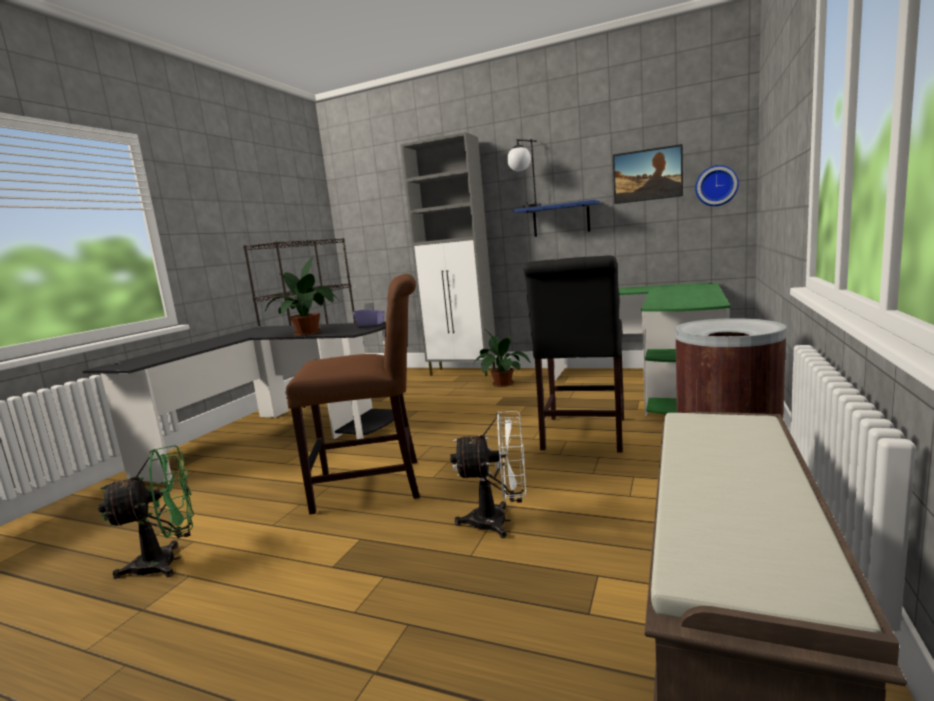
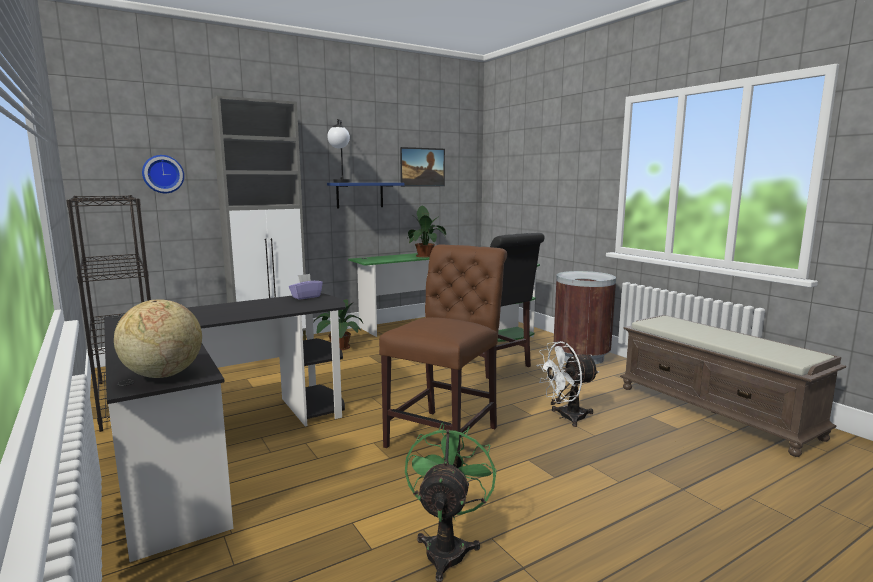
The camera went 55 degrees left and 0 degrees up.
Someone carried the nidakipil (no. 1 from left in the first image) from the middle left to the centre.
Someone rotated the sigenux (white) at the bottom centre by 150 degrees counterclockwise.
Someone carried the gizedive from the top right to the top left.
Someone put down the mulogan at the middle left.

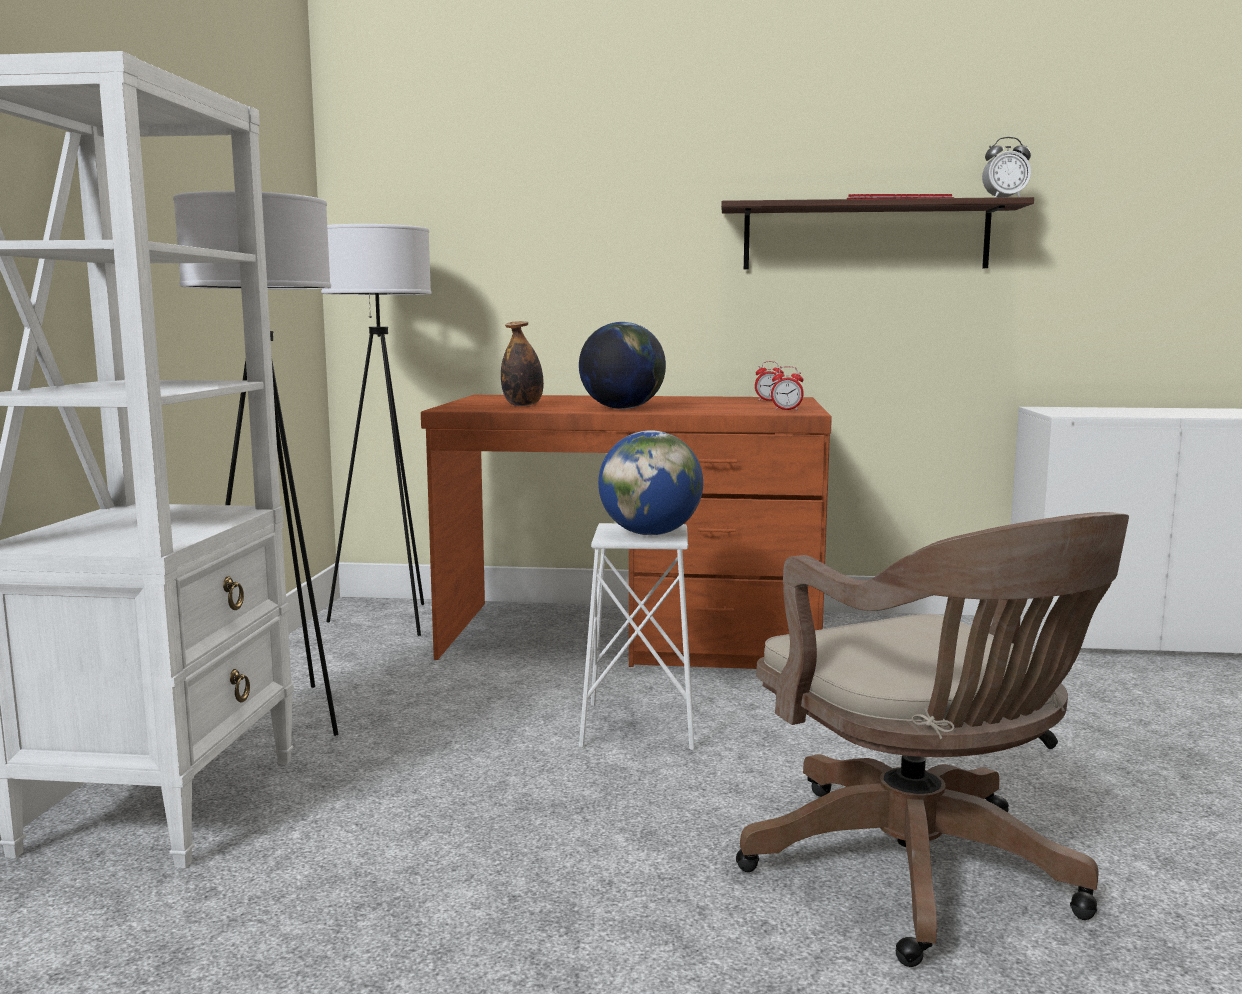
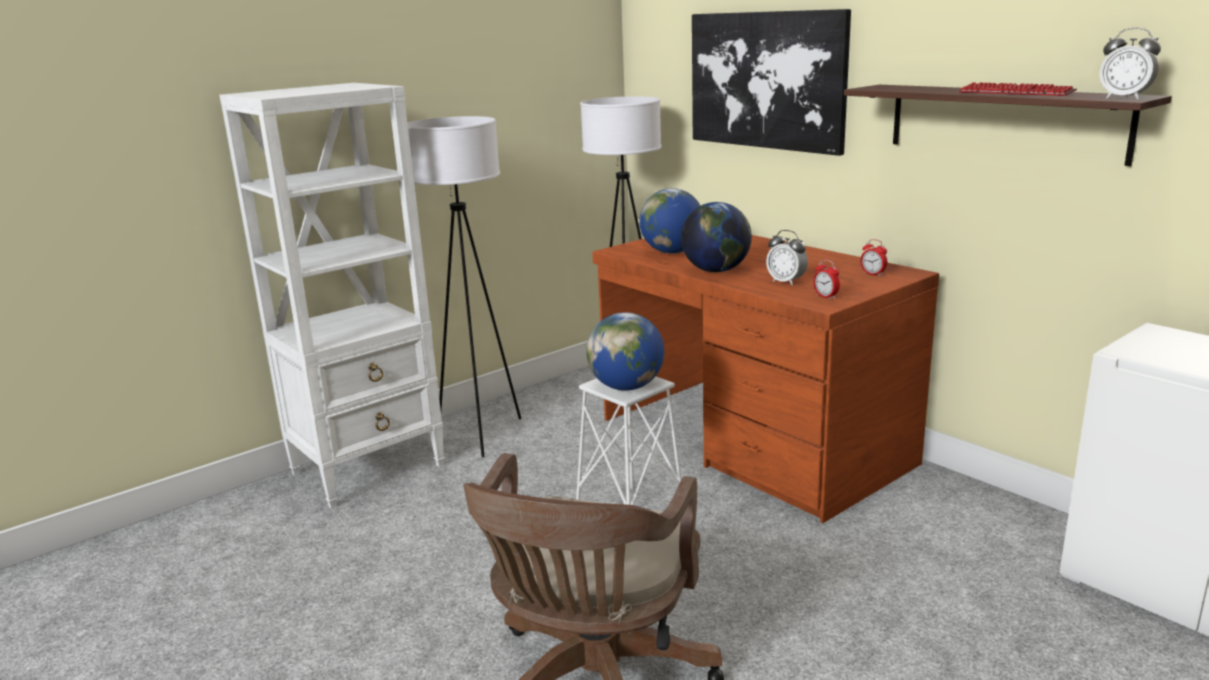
The camera went 45 degrees right and 10 degrees up.
Someone swapped the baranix at the centre for the mulogan (no. 2 from left) at the top centre.
Someone put up the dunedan at the top centre.
Someone put down the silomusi (no. 1 from left) at the centre.

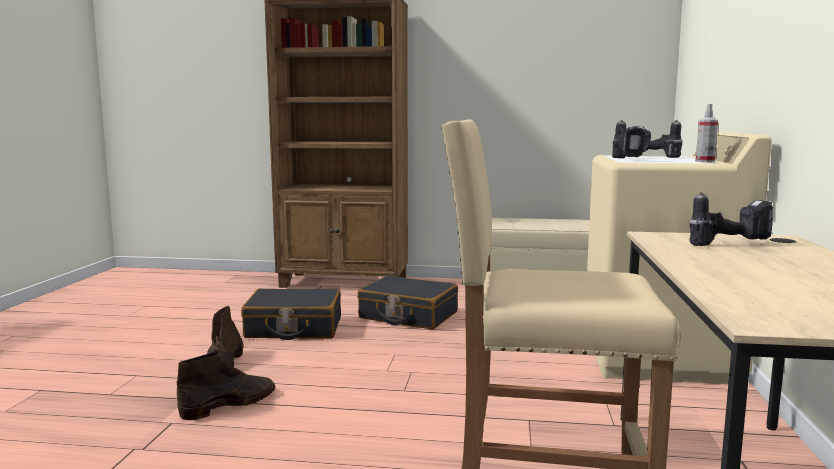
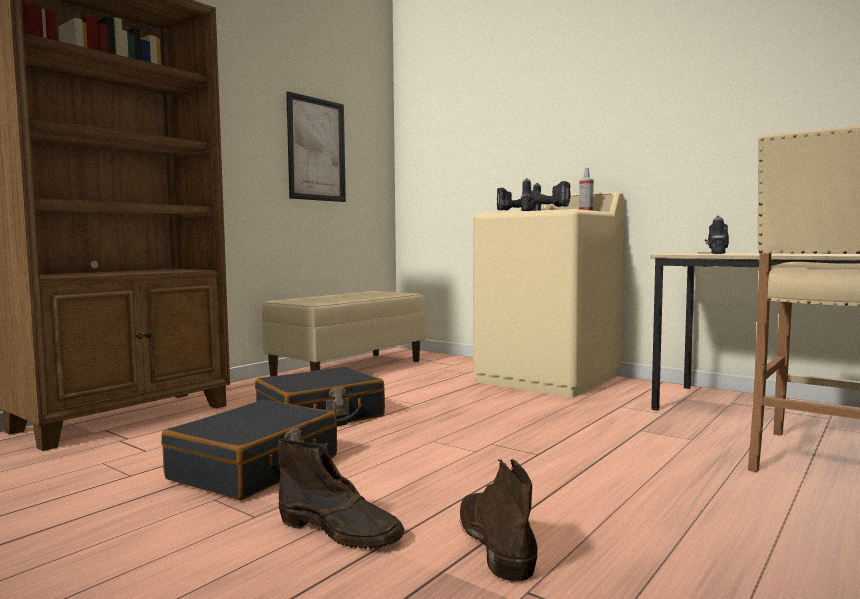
The camera went 60 degrees left and 5 degrees down.
Someone put up the dunedan at the top centre.

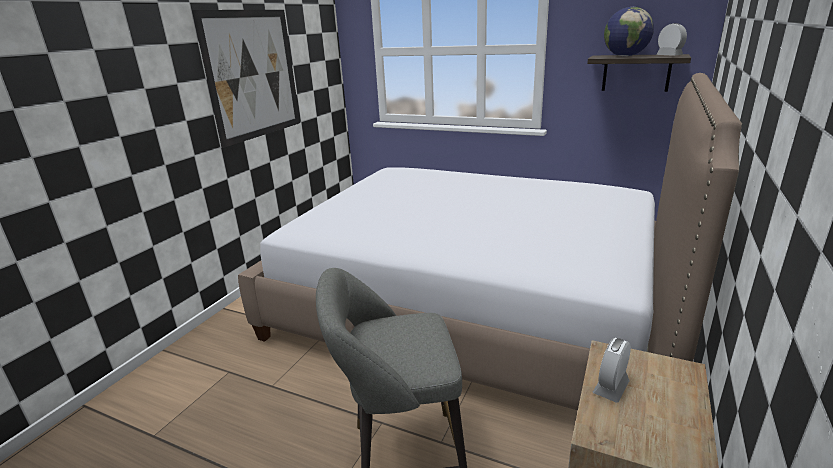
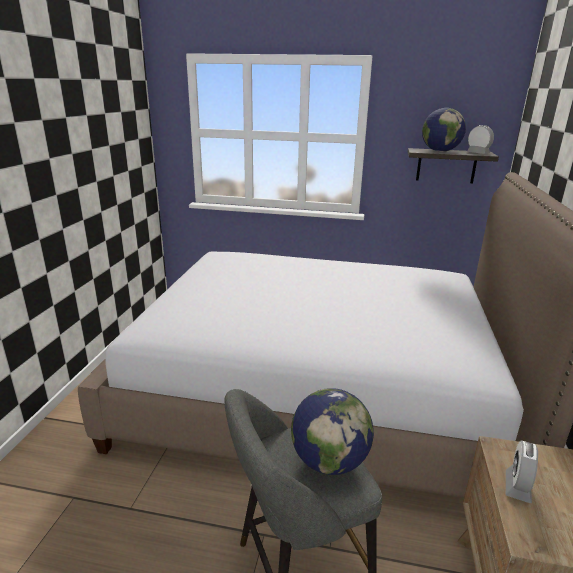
The camera went 15 degrees left and 0 degrees up.
Someone took away the dunedan at the top left.
Someone put down the mulogan (no. 1 from left) at the bottom centre.

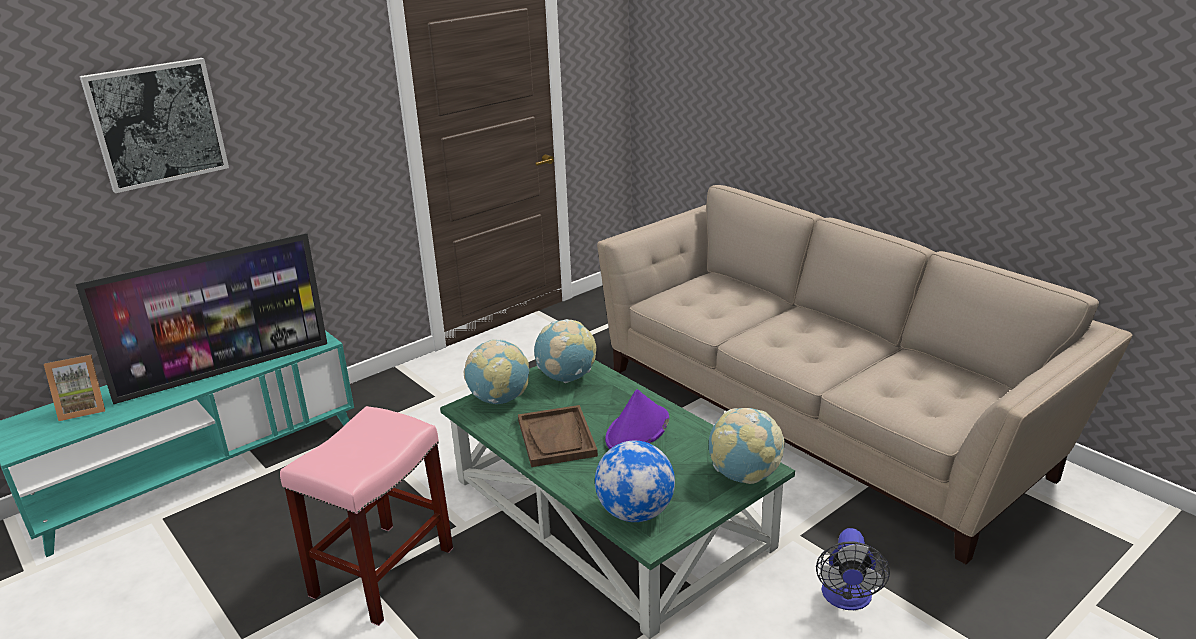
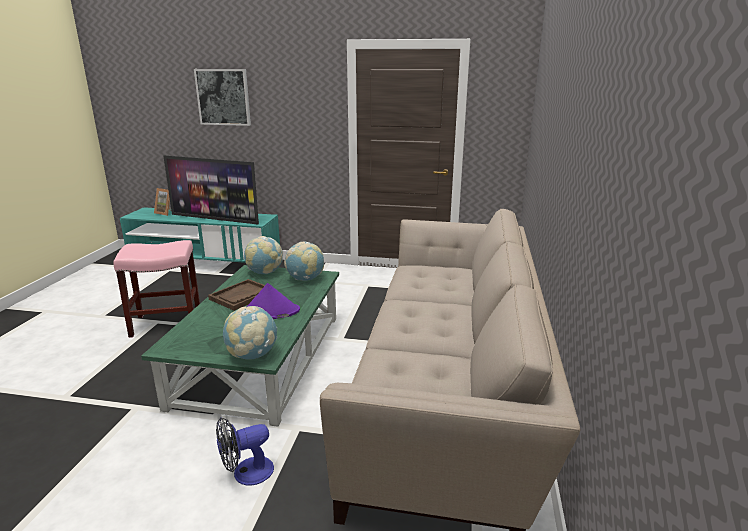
The camera went 50 degrees right and 5 degrees down.
Someone took away the mulogan (no. 3 from left) at the bottom centre.

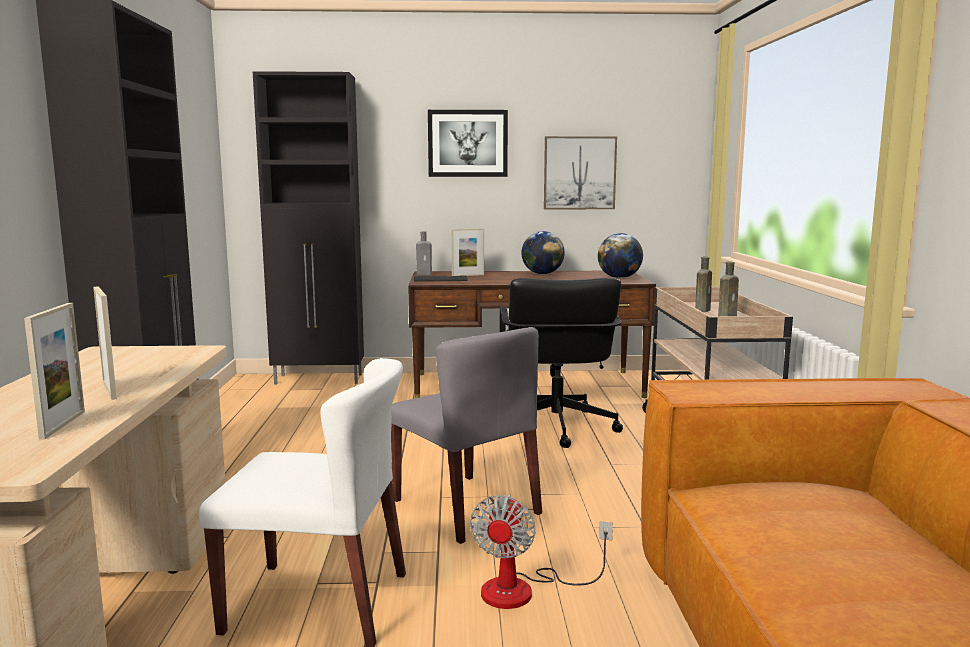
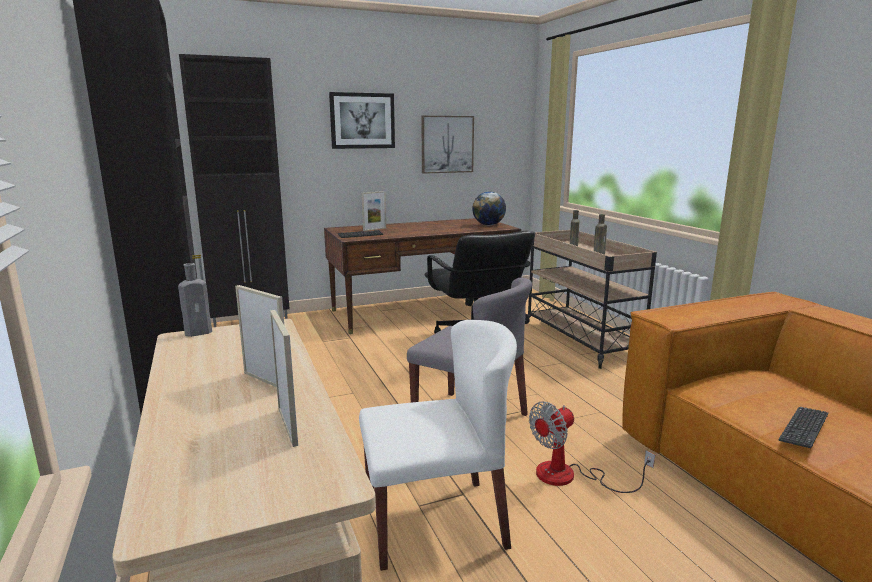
The camera went 20 degrees left and 5 degrees up.
Someone carried the baranix (grey) from the centre to the middle left.
Someone rotated the sigenux at the bottom centre by 60 degrees clockwise.
Someone took away the mulogan (no. 1 from left) at the centre.
Someone put down the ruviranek (no. 2 from left) at the bottom right.

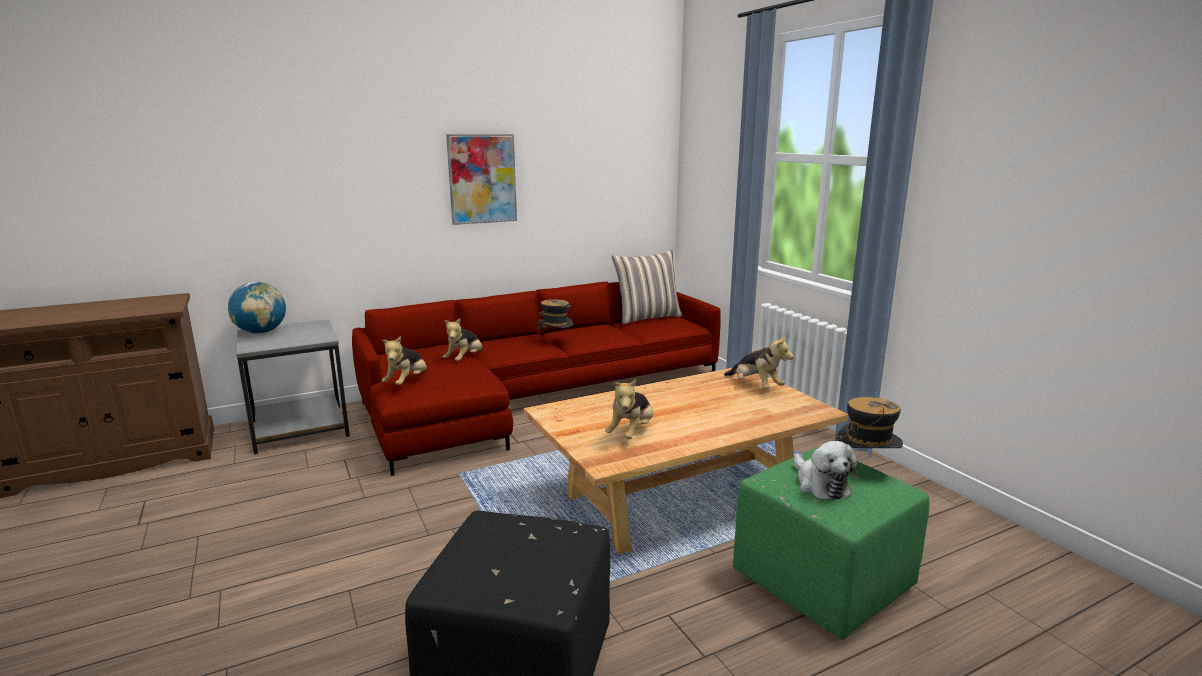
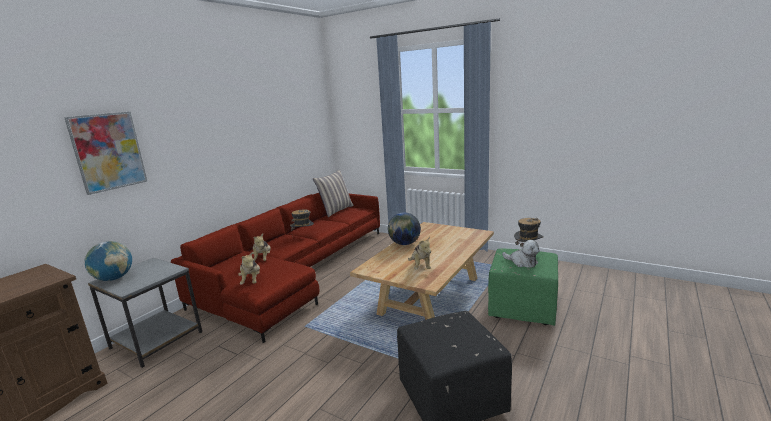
The camera went 30 degrees left and 0 degrees up.
Someone carried the dunedan from the top centre to the middle left.
Someone took away the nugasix (no. 4 from left) at the centre.
Someone put down the mulogan (no. 2 from left) at the centre.

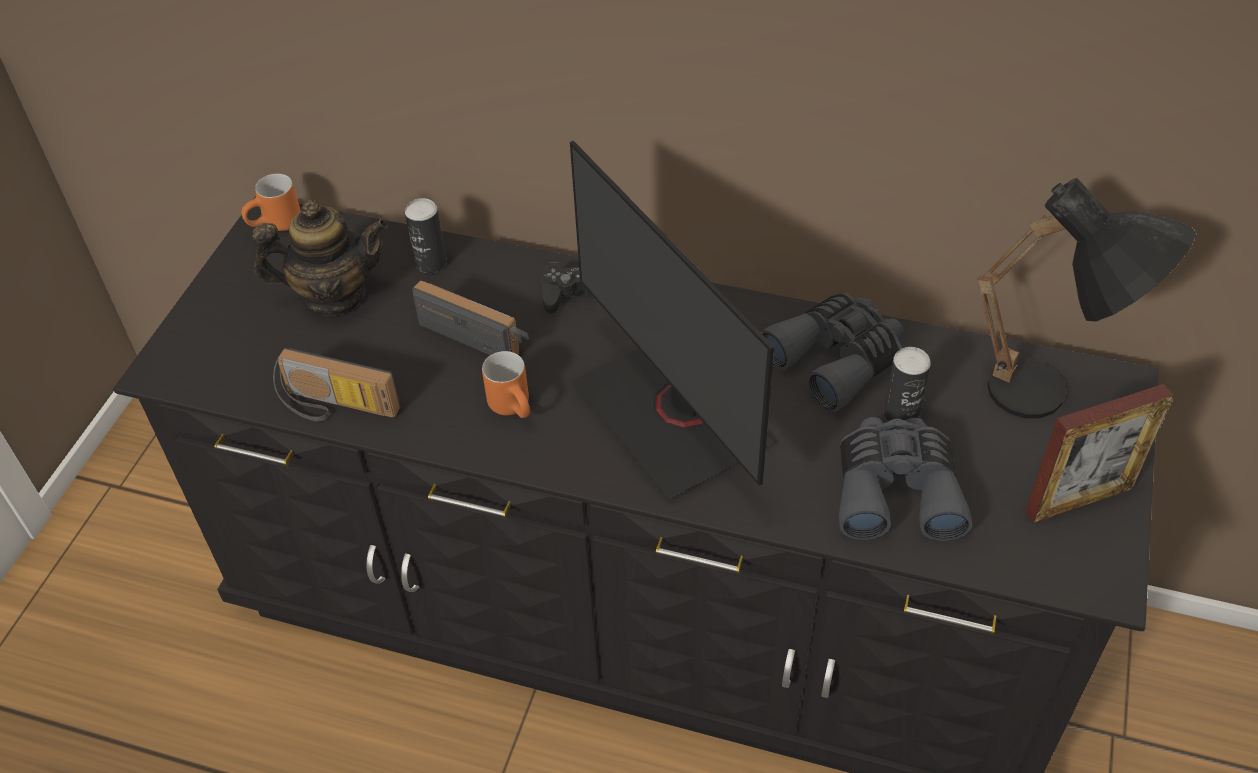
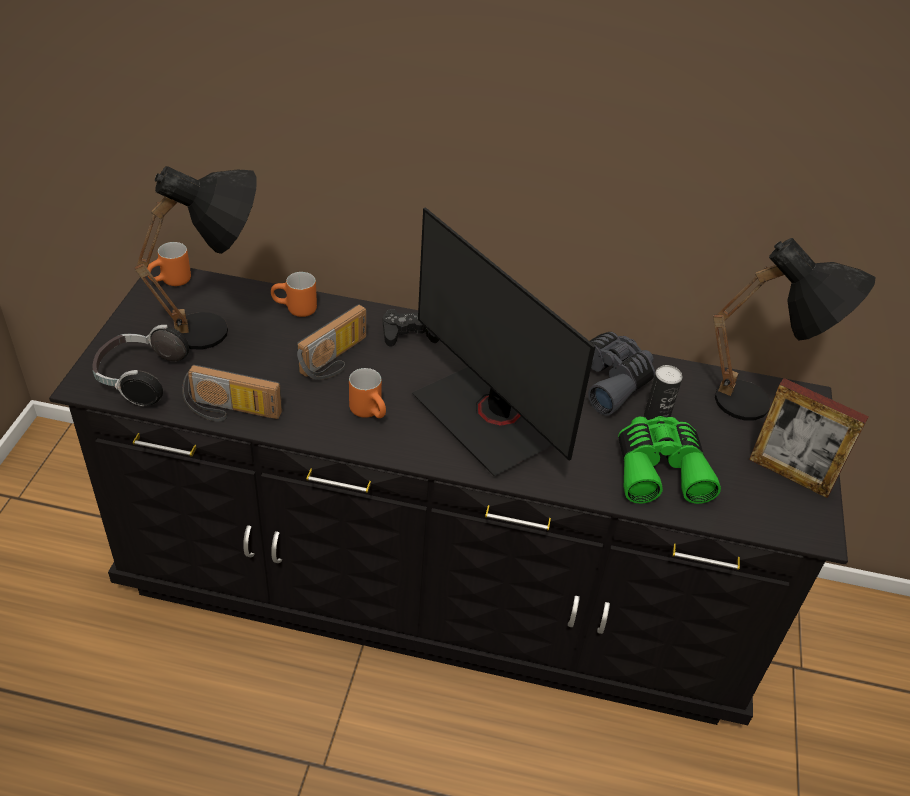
The camera went 10 degrees left and 5 degrees down.
Someone swapped the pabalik at the middle left for the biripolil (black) (no. 1 from left) at the top left.
Someone swapped the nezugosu (no. 1 from left) at the top centre for the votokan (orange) (no. 2 from left) at the middle left.
Someone rotated the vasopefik (no. 2 from left) at the centre by 105 degrees clockwise.
Someone repainted the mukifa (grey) (no. 2 from left) at the middle right, which became the mukifa (green) at the middle right.
Someone rotated the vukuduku at the middle right by 60 degrees clockwise.
Someone put down the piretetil at the middle left.

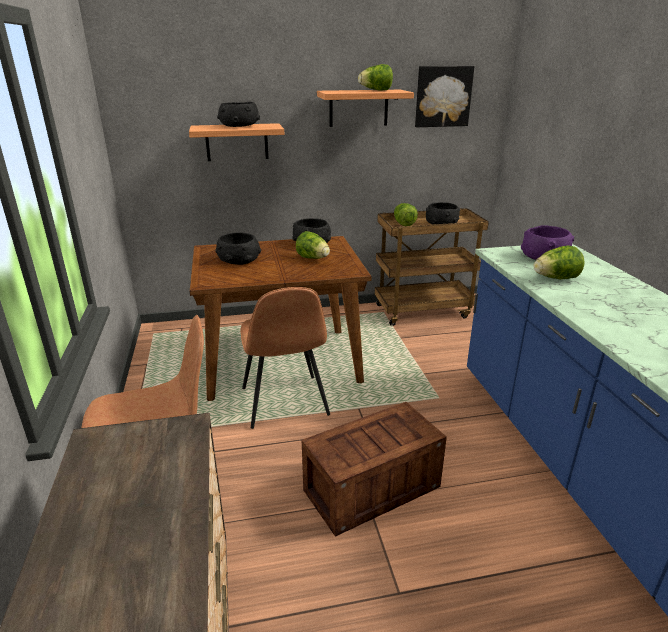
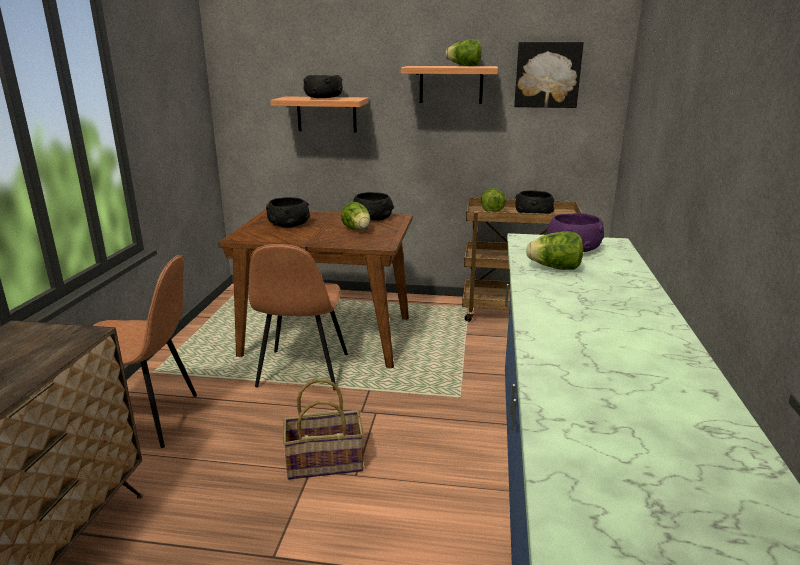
The camera went 20 degrees right and 5 degrees down.
Someone swapped the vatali at the bottom centre for the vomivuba at the bottom centre.

